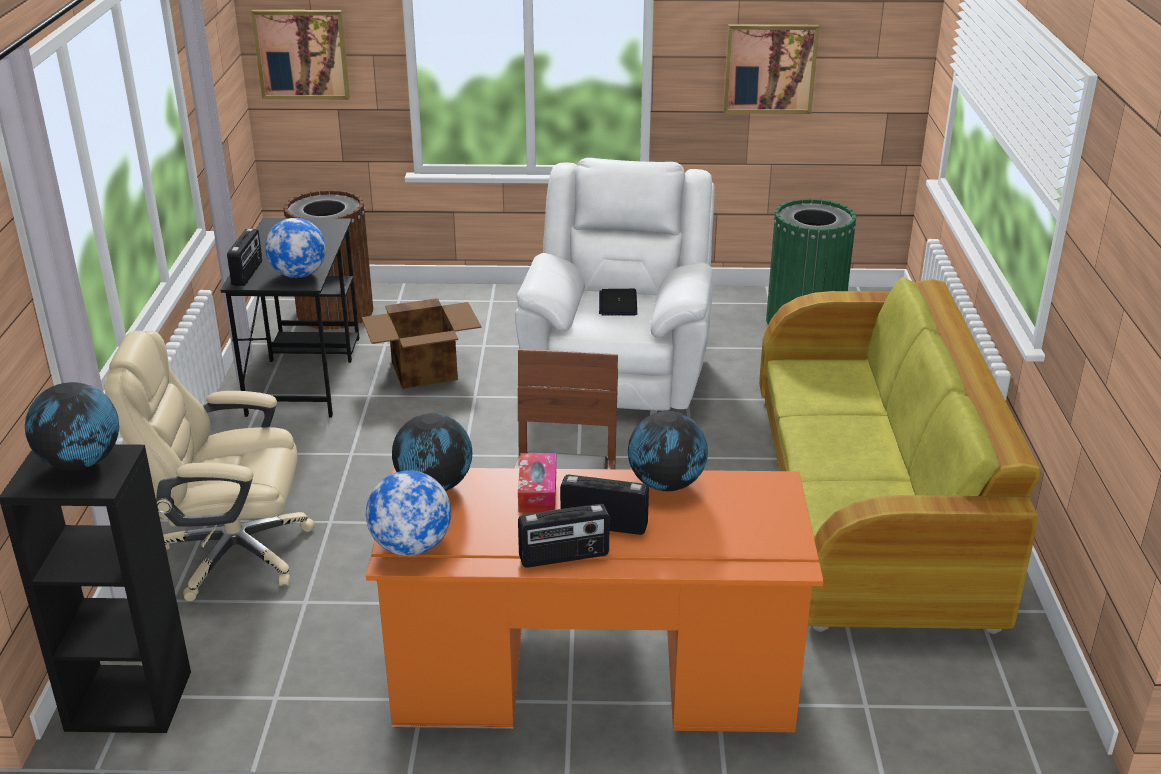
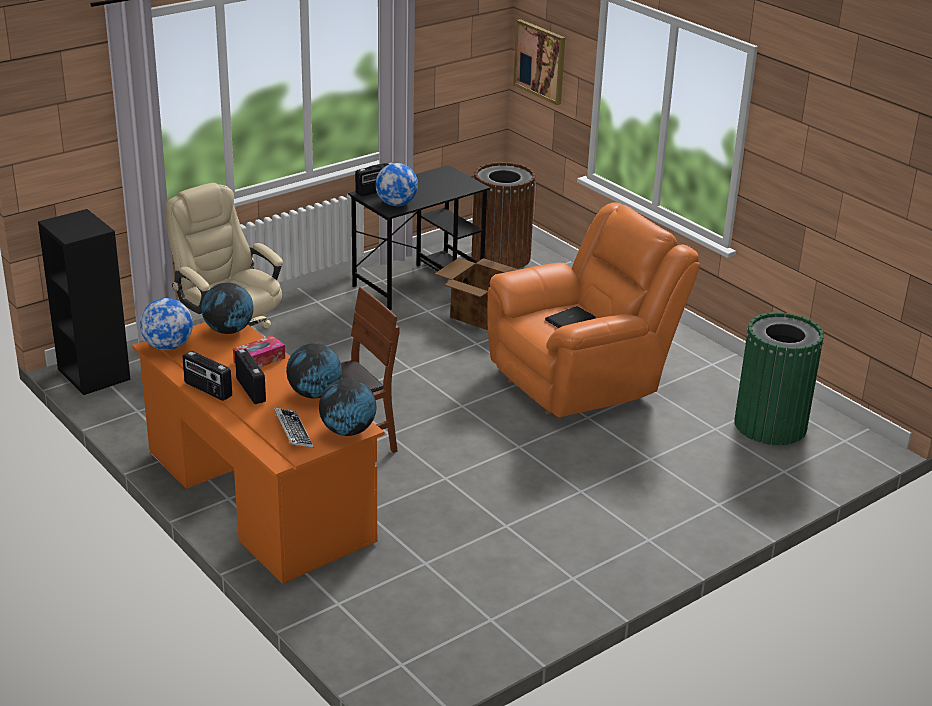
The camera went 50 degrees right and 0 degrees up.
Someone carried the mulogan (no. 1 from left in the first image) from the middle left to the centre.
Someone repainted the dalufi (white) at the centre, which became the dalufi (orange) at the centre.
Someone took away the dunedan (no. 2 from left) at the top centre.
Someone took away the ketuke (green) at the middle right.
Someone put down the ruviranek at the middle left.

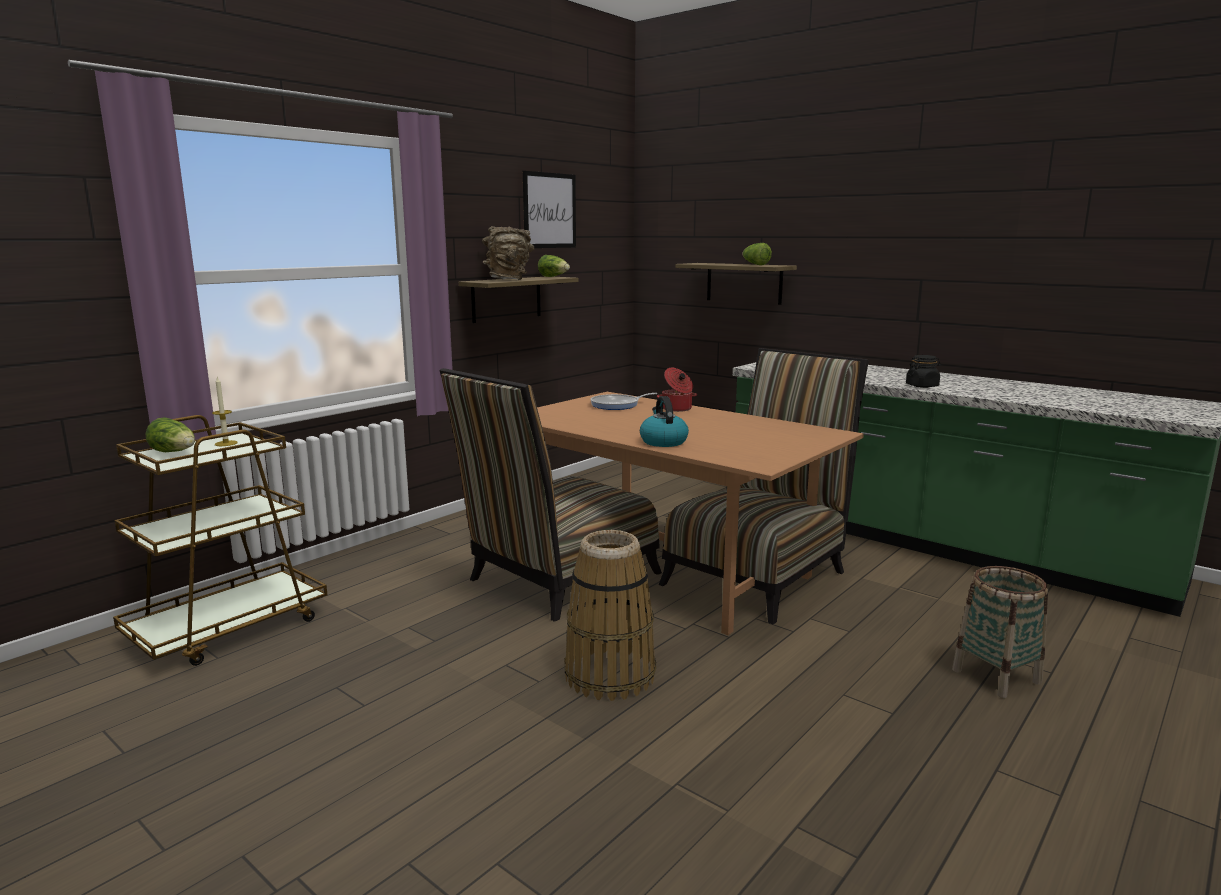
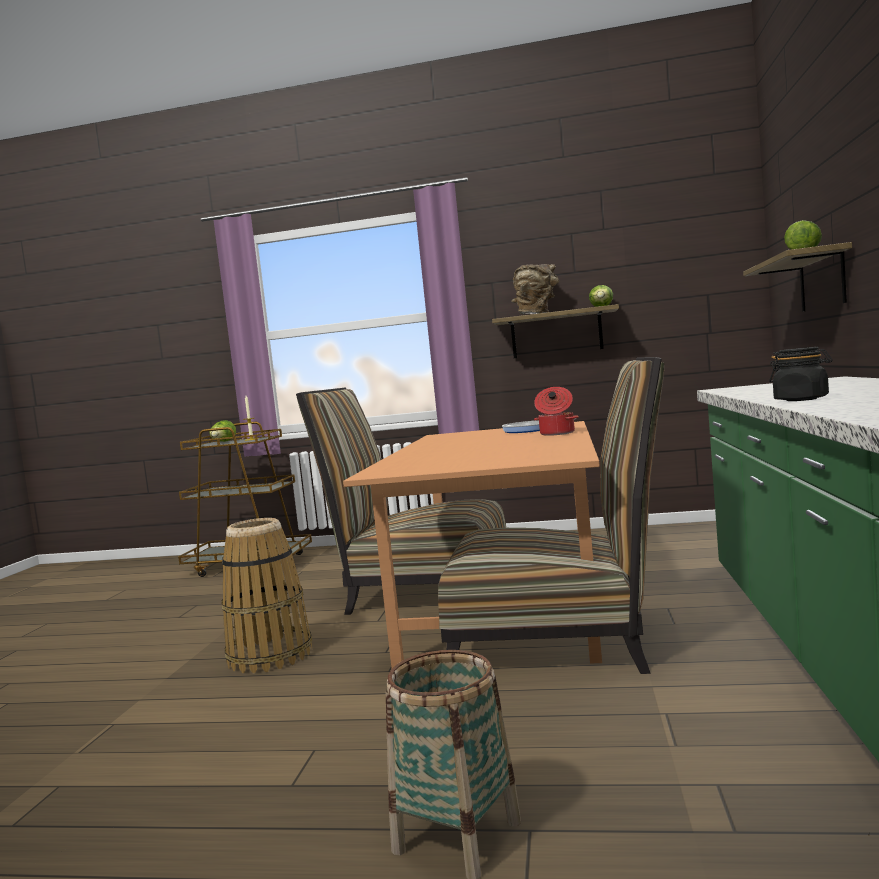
The camera went 60 degrees right and 10 degrees down.
Someone took away the dunedan at the top centre.
Someone took away the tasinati at the centre.

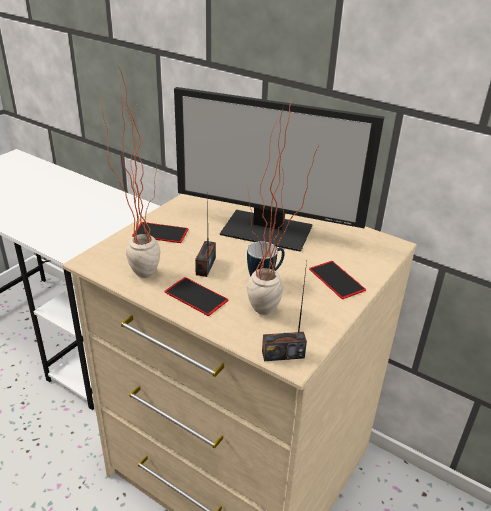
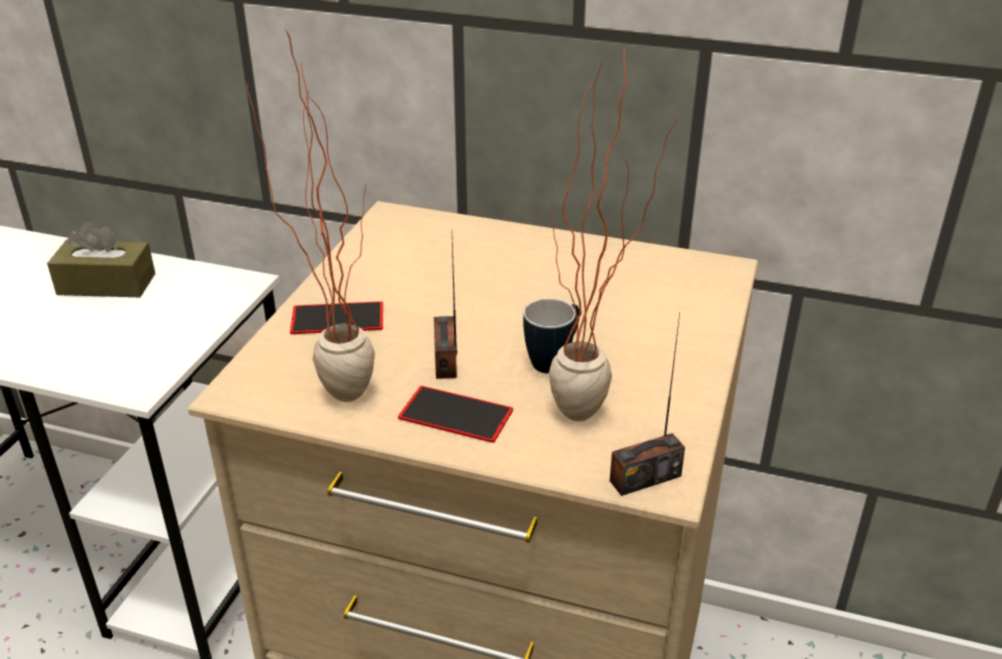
The camera went 15 degrees left and 0 degrees up.
Someone took away the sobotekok at the top centre.
Someone took away the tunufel (no. 3 from left) at the middle right.
Someone put down the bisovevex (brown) at the middle left.

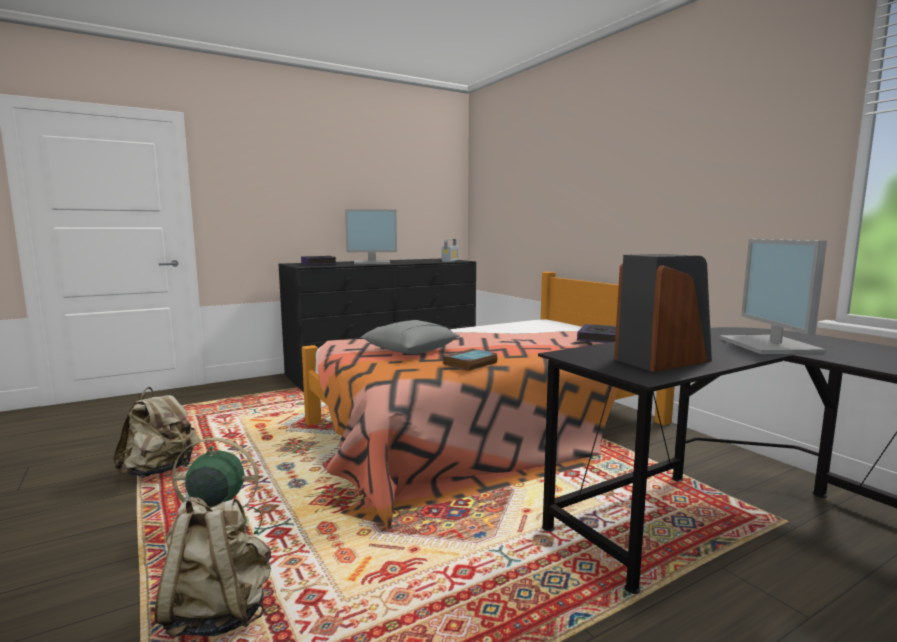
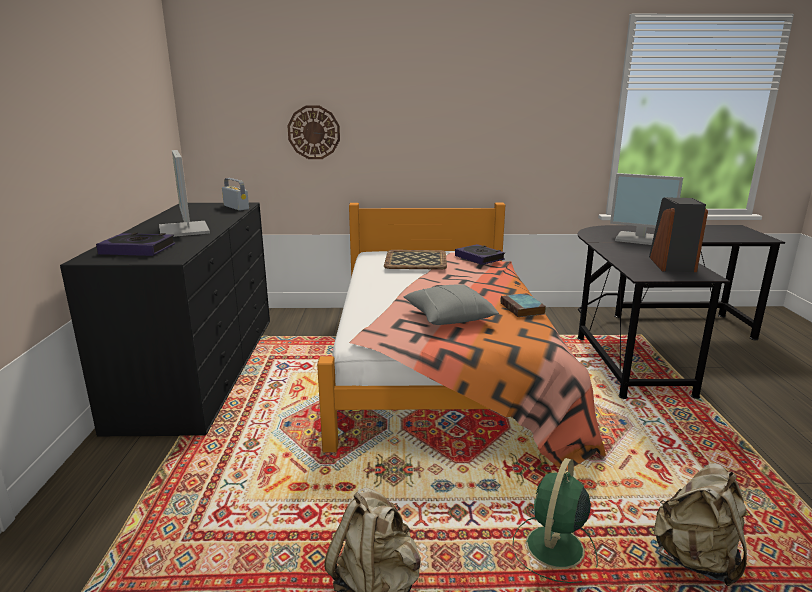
The camera went 60 degrees left and 10 degrees up.
Someone rotated the sobotekok (no. 1 from left) at the centre by 135 degrees clockwise.
Someone put up the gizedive at the top centre.
Someone put down the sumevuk at the centre.

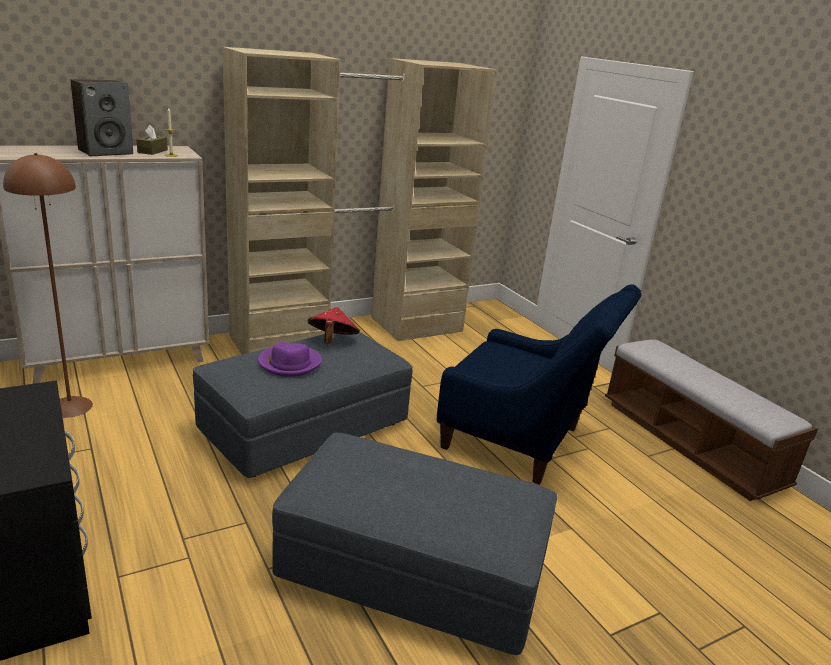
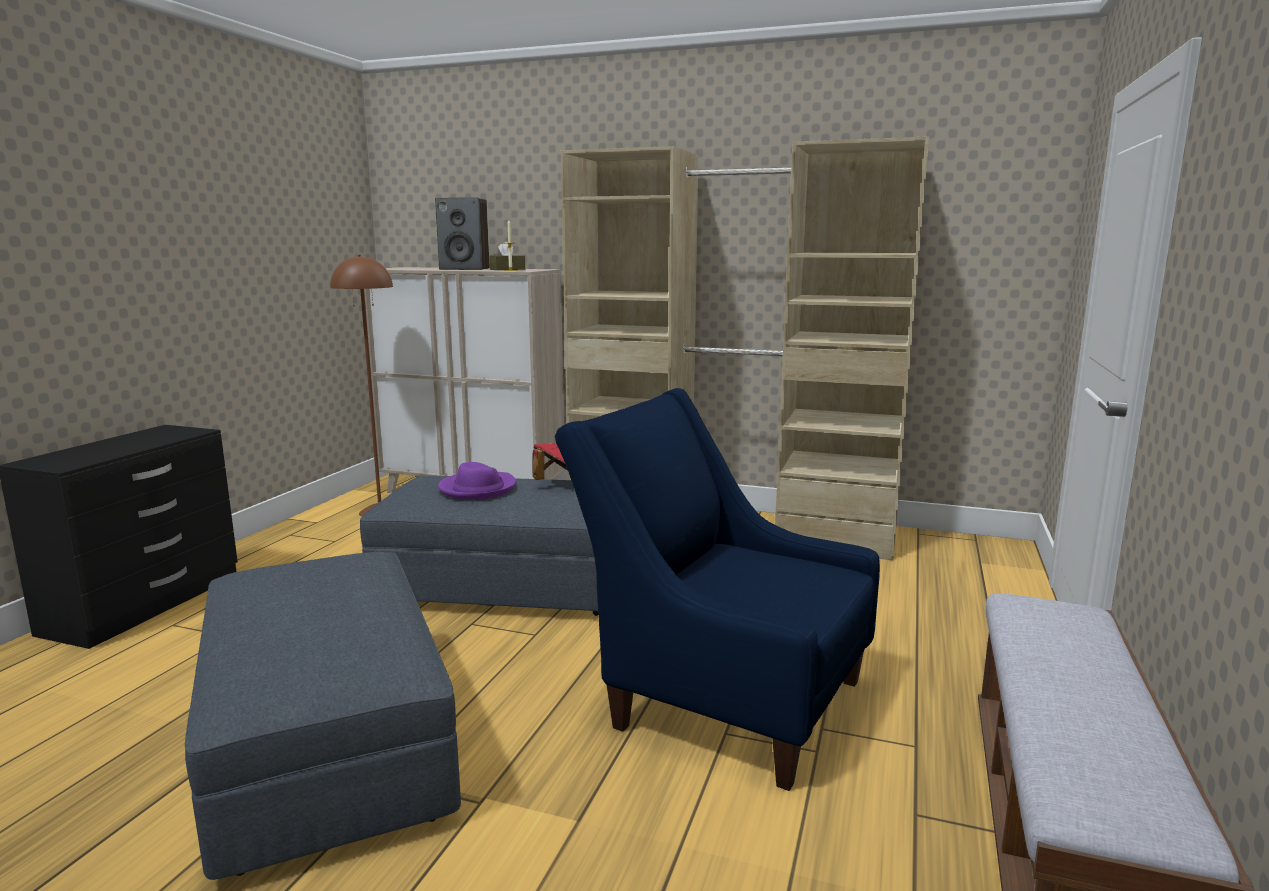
The camera went 50 degrees right and 10 degrees down.
Someone rotated the dalufi (blue) at the centre by 135 degrees clockwise.

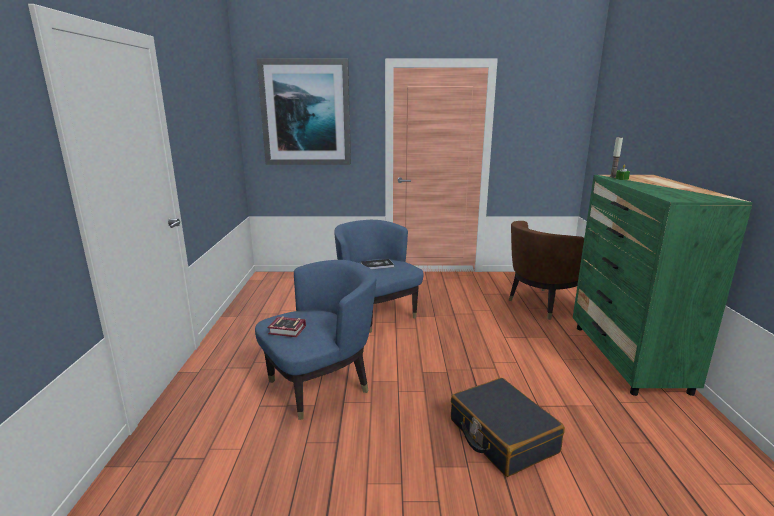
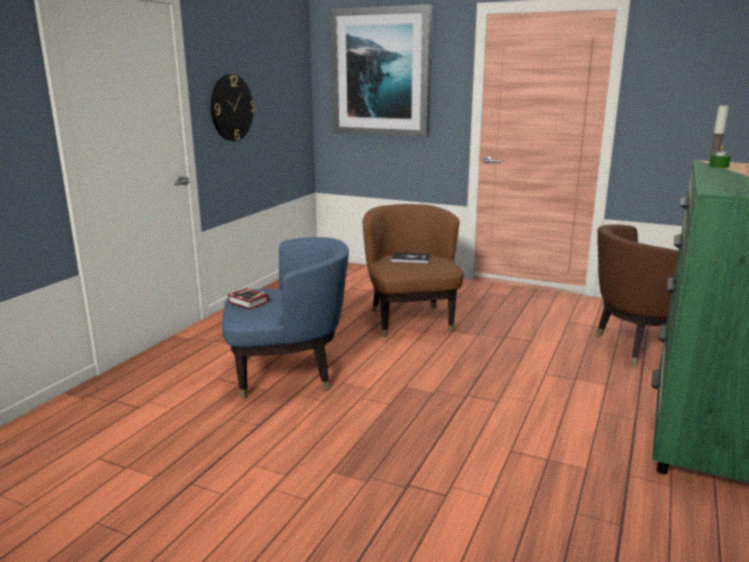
The camera went 25 degrees right and 0 degrees up.
Someone repainted the dalufi (blue) (no. 2 from left) at the centre, which became the dalufi (brown) (no. 1 from left) at the centre.
Someone took away the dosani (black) at the bottom centre.
Someone put up the gizedive at the top left.

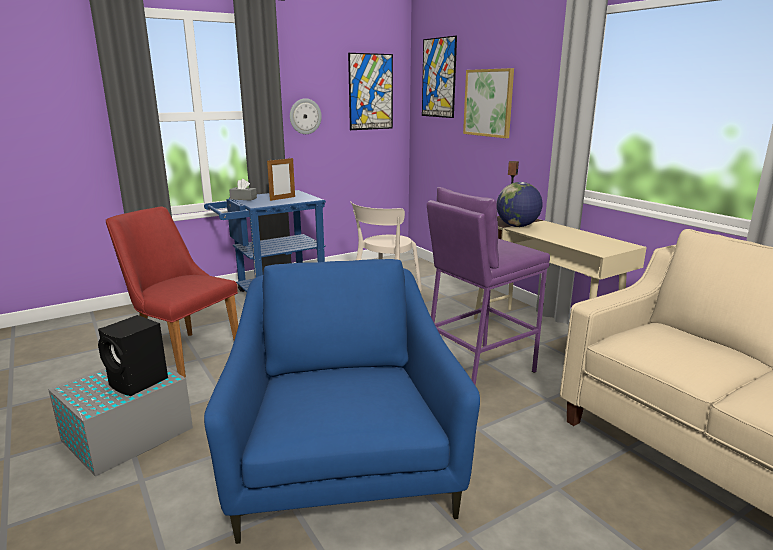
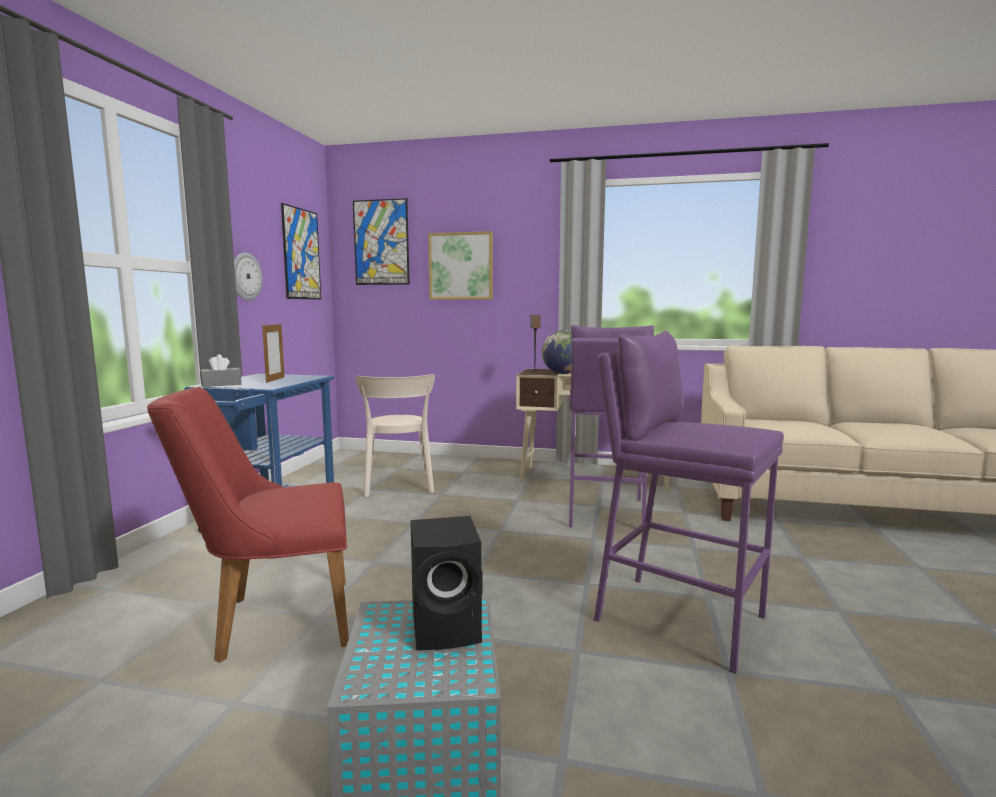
The camera went 45 degrees left and 10 degrees down.
Someone swapped the dalufi (blue) at the bottom centre for the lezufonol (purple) (no. 2 from left) at the middle right.

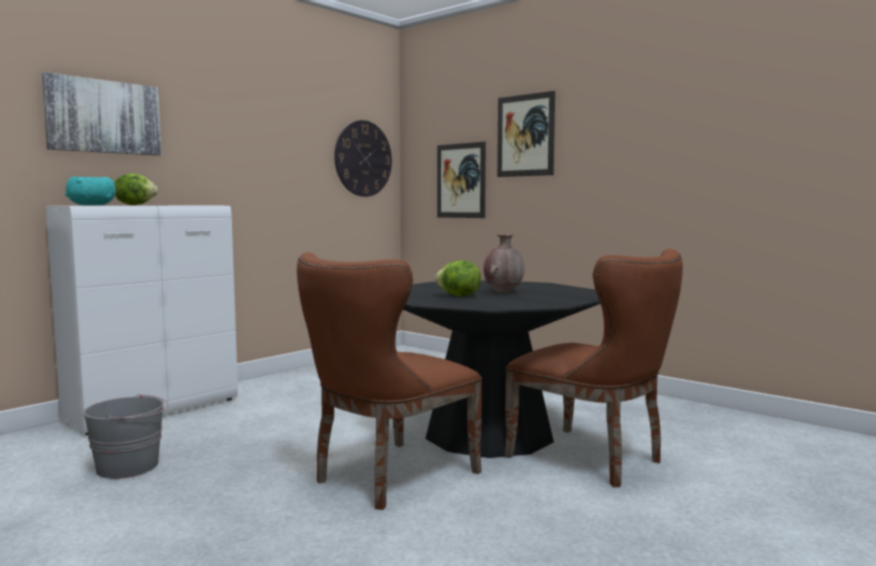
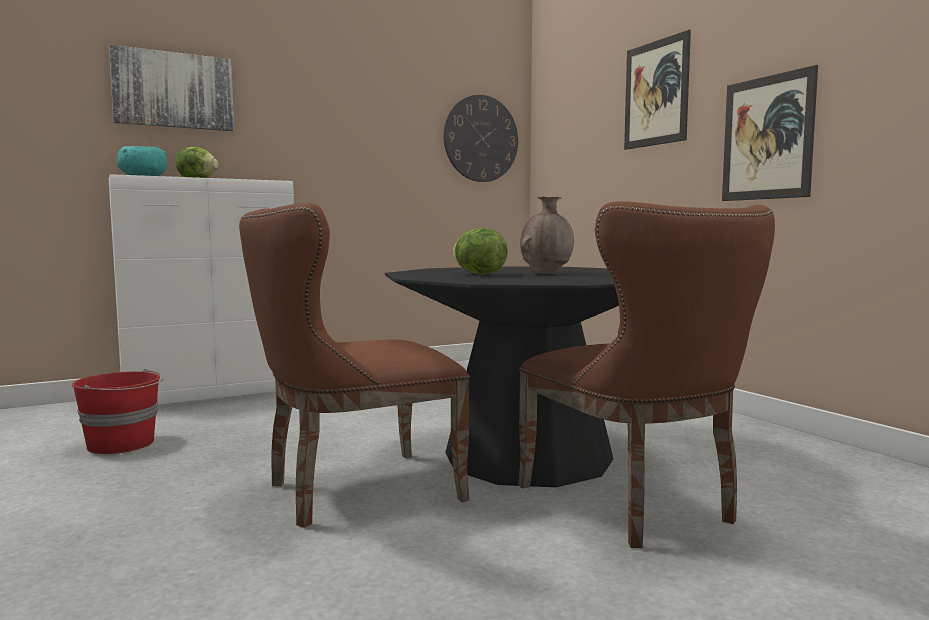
The camera went 20 degrees right and 0 degrees up.
Someone repainted the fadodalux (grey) at the bottom left, which became the fadodalux (red) at the middle left.
Someone carried the dunedan (no. 2 from left in the first image) from the top centre to the top right.

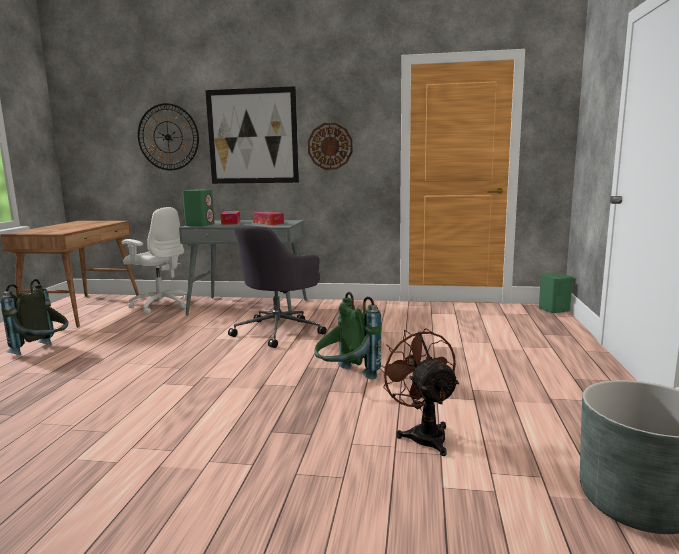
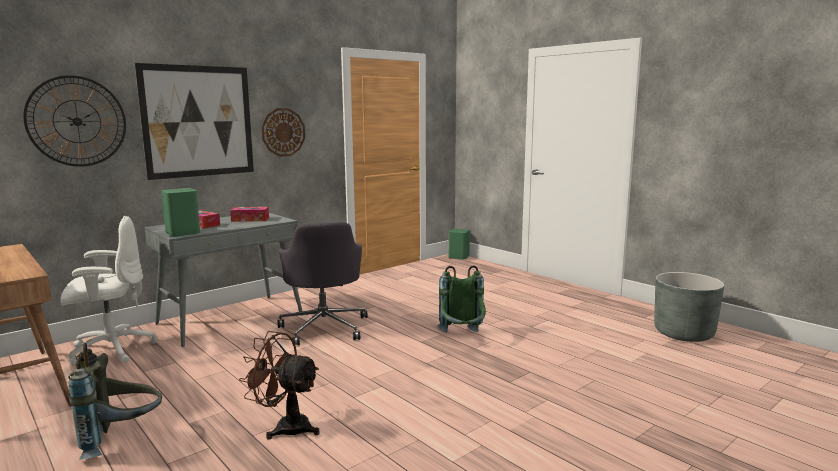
The camera went 50 degrees left and 0 degrees up.
Someone carried the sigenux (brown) from the bottom centre to the bottom left.

